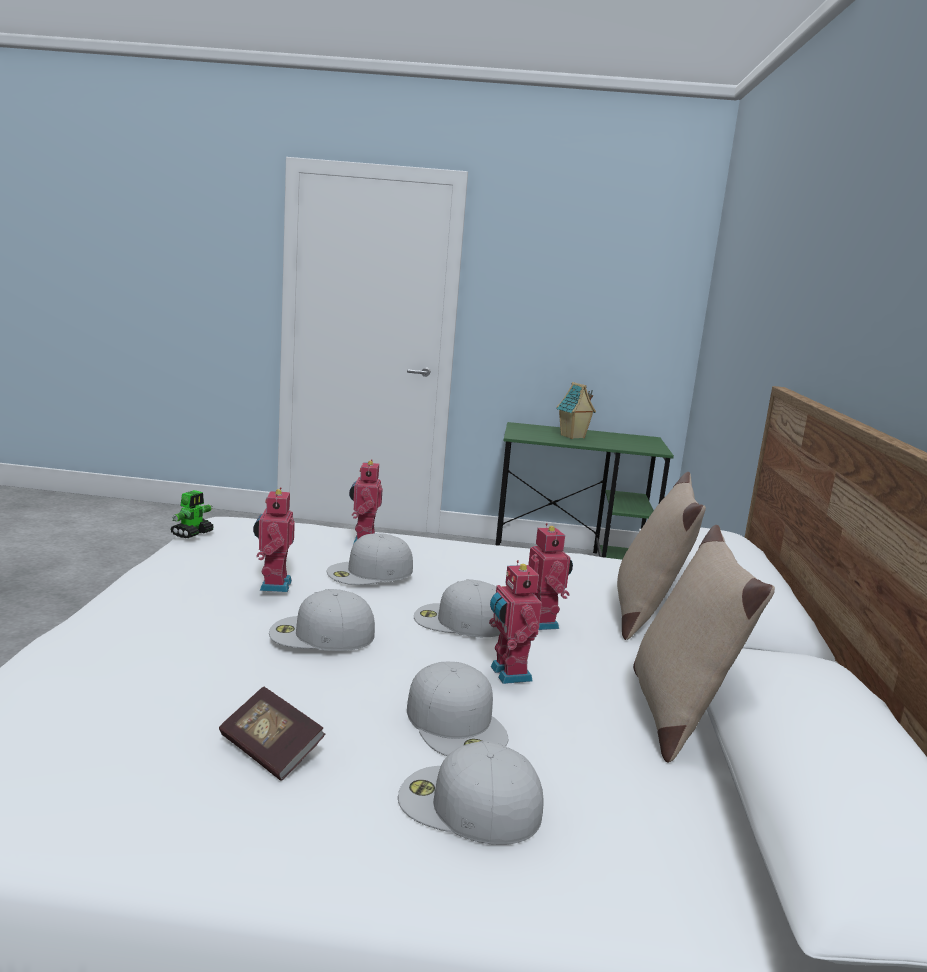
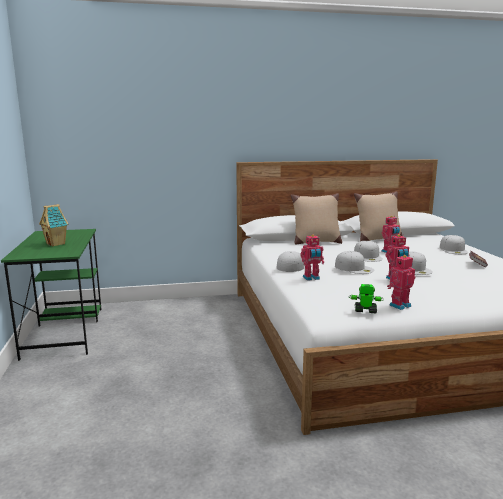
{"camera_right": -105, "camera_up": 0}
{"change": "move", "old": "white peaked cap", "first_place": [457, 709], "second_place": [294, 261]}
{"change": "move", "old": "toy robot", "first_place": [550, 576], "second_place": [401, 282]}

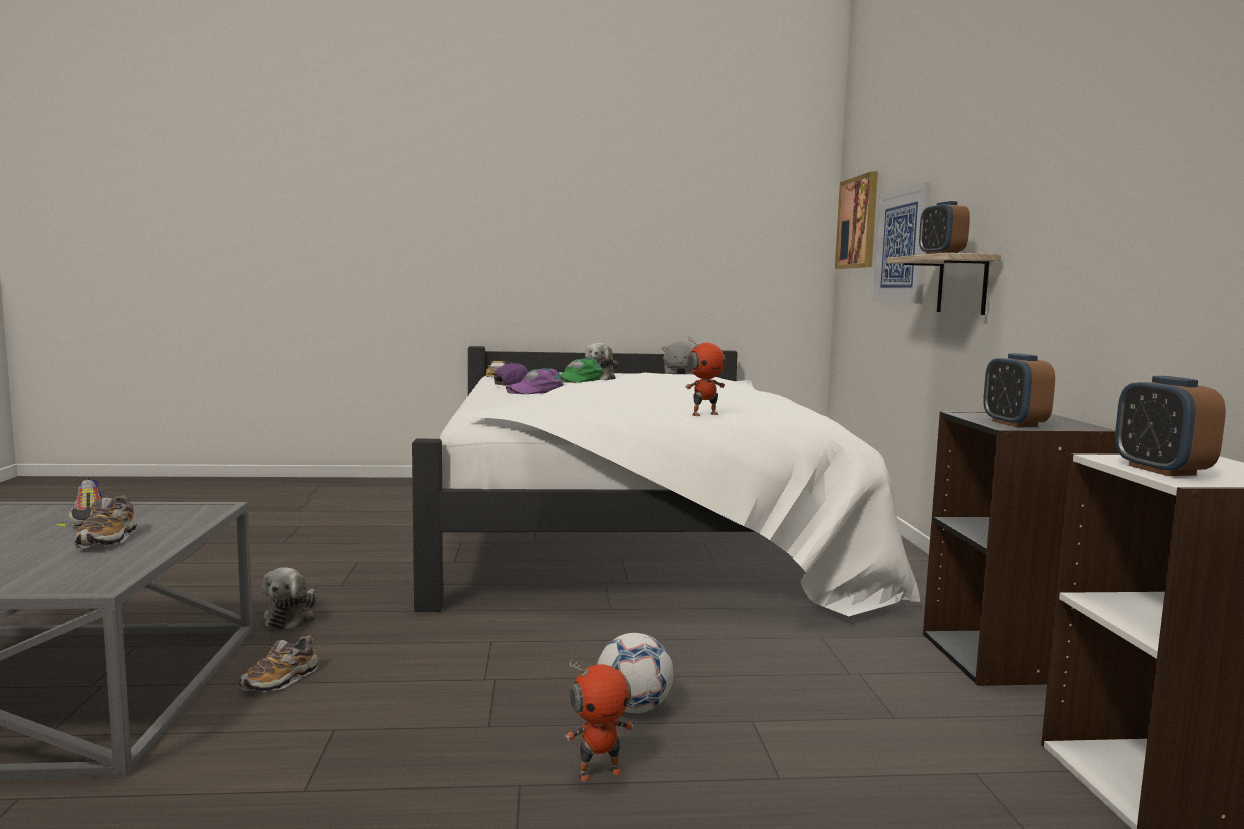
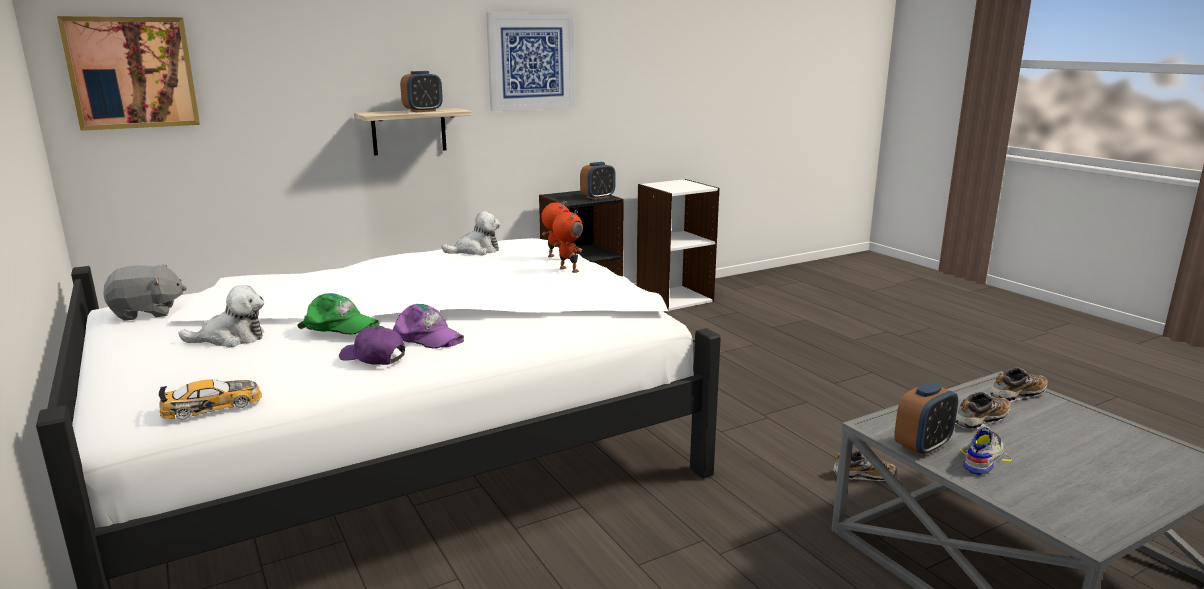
{"camera_right": -115, "camera_up": 10}
{"change": "move", "old": "plush toy", "first_place": [289, 598], "second_place": [471, 233]}
{"change": "move", "old": "wall picture", "first_place": [902, 243], "second_place": [530, 62]}
{"change": "move", "old": "toy robot", "first_place": [599, 720], "second_place": [568, 241]}
{"change": "move", "old": "table clock", "first_place": [1170, 426], "second_place": [926, 419]}
{"change": "insert", "new": "low shoe", "second_place": [1019, 385]}
{"change": "delete", "old": "football ball", "first_place": [635, 673]}

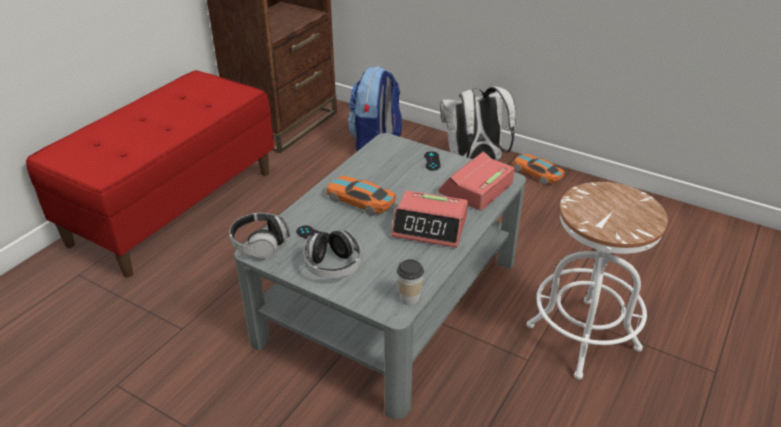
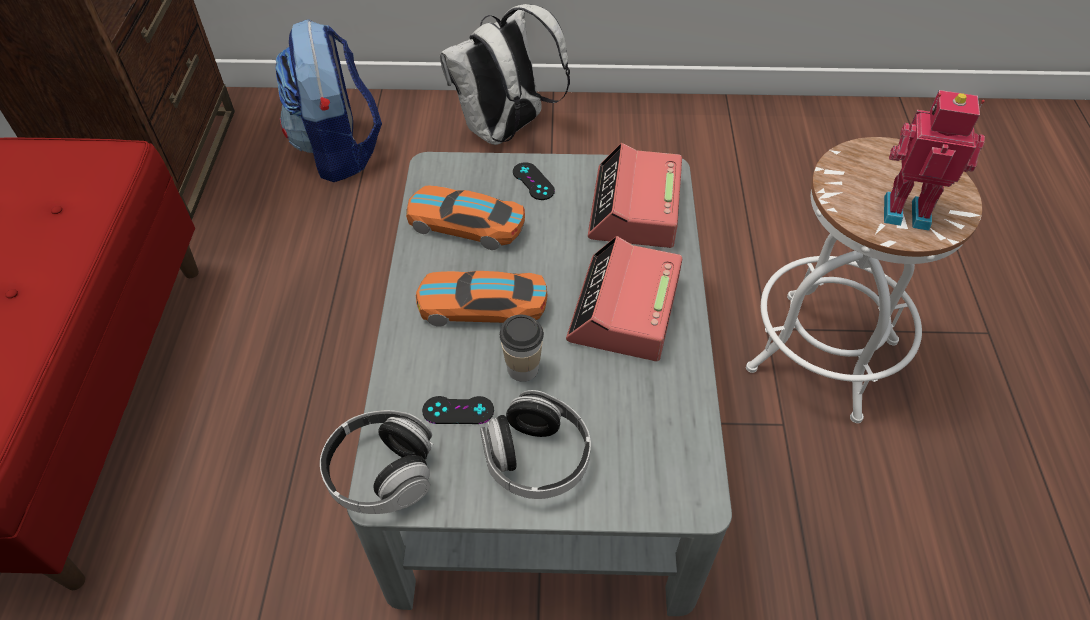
{"camera_right": -30, "camera_up": 15}
{"change": "move", "old": "toy car", "first_place": [539, 169], "second_place": [465, 218]}
{"change": "move", "old": "cup", "first_place": [410, 282], "second_place": [522, 348]}
{"change": "rotate", "old": "table clock", "first_place": [429, 219], "second_place": [624, 298], "degrees": 120}
{"change": "insert", "new": "toy robot", "second_place": [934, 160]}

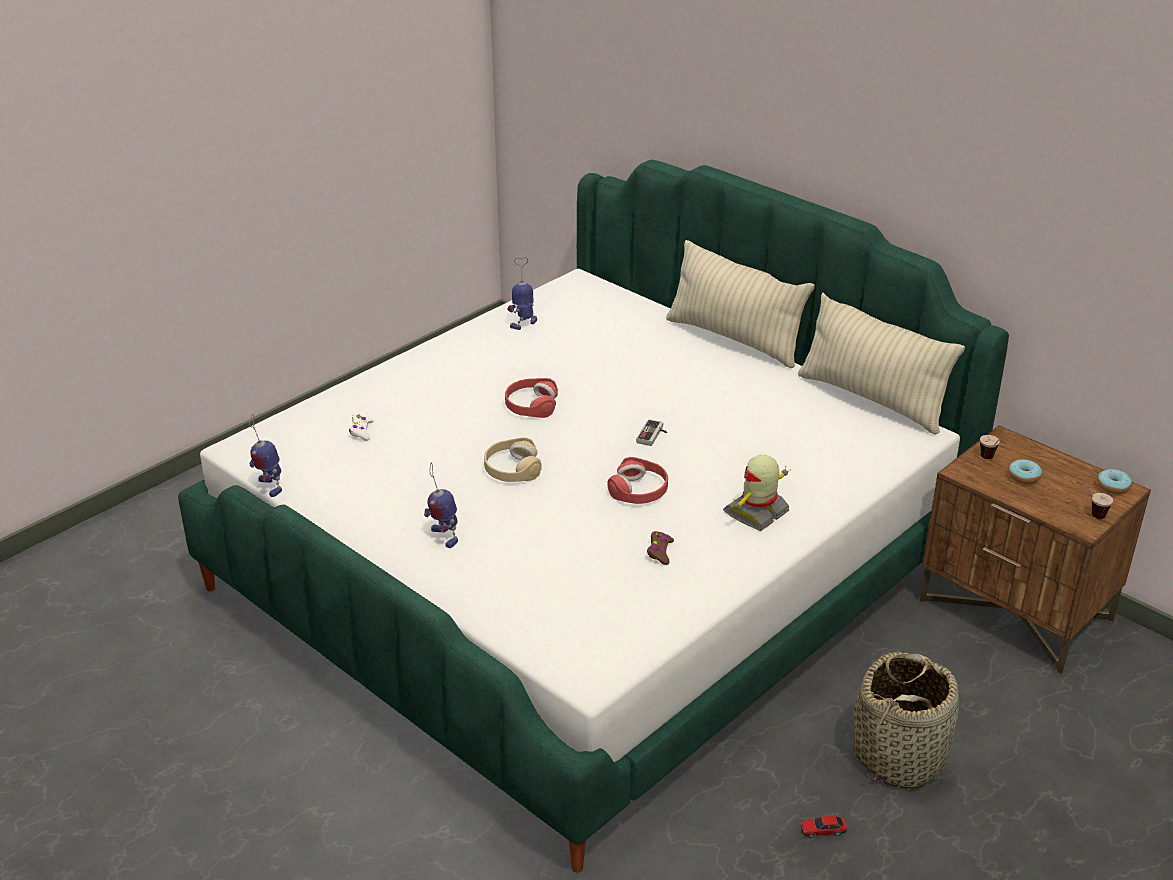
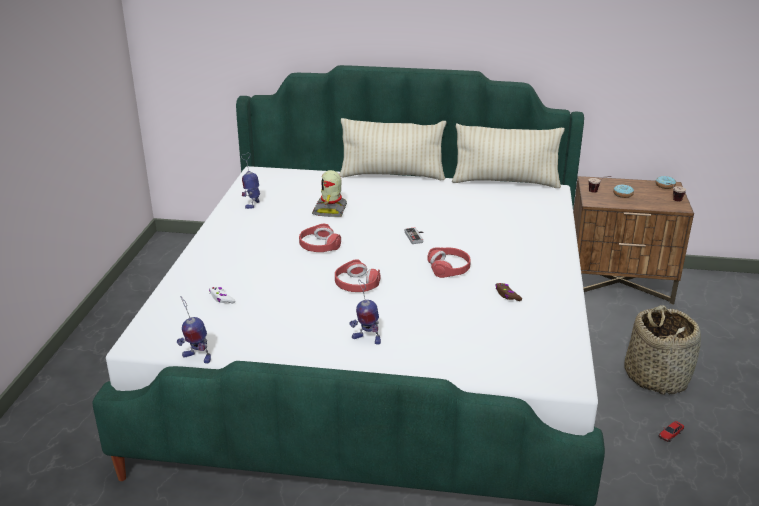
{"camera_right": -35, "camera_up": -5}
{"change": "move", "old": "toy robot", "first_place": [757, 493], "second_place": [329, 193]}
{"change": "recolor", "old": "beige-coloured headphones", "new": "red-coloured headphones", "first_place": [513, 460], "second_place": [358, 276]}

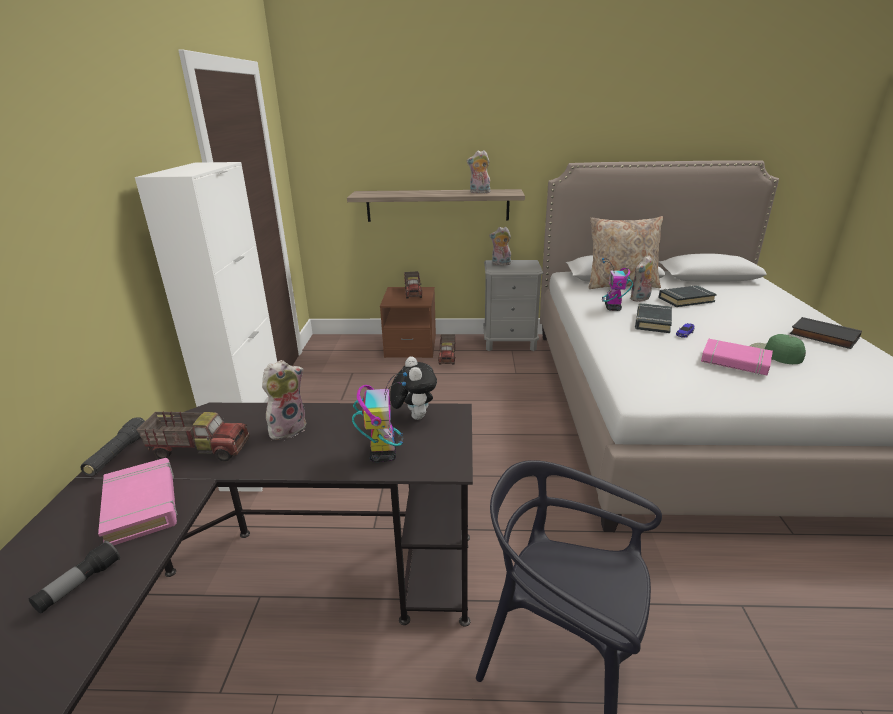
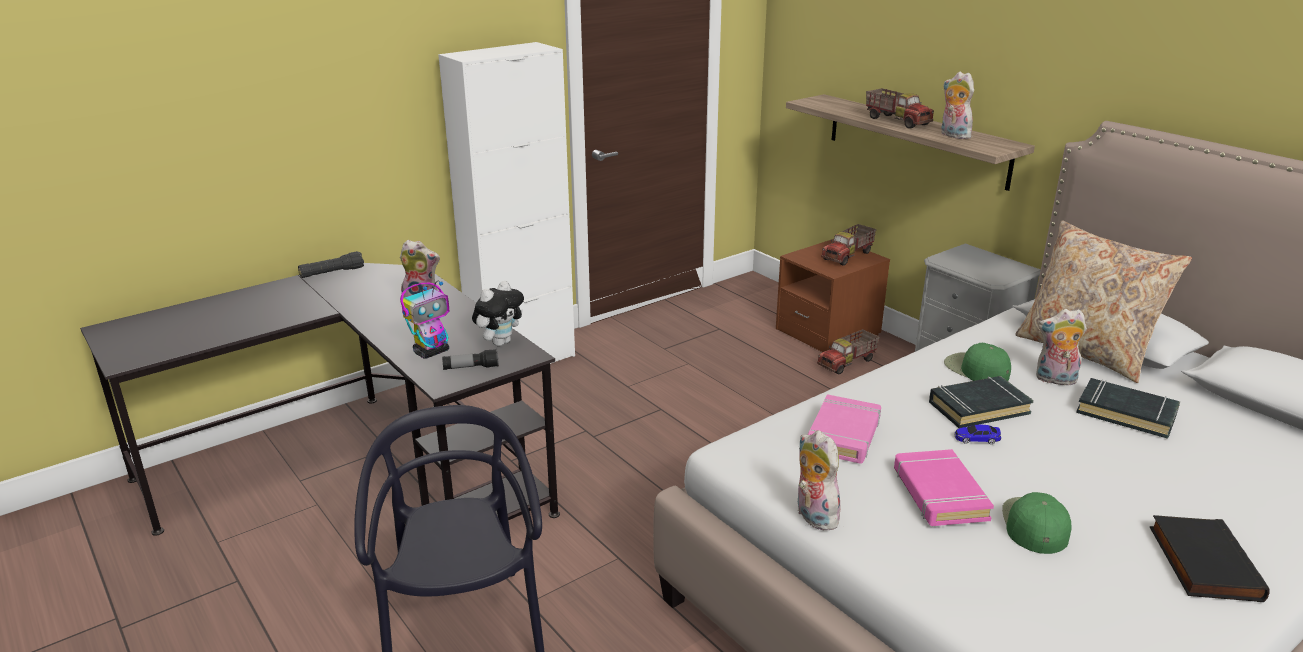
{"camera_right": 50, "camera_up": 0}
{"change": "move", "old": "hand torch", "first_place": [74, 577], "second_place": [470, 359]}
{"change": "move", "old": "plush toy", "first_place": [500, 246], "second_place": [819, 480]}
{"change": "move", "old": "pinkish bound book", "first_place": [138, 502], "second_place": [844, 429]}
{"change": "move", "old": "model truck", "first_place": [193, 437], "second_place": [900, 108]}
{"change": "replace", "old": "toy robot", "new": "green peaked cap", "first_place": [617, 284], "second_place": [977, 362]}

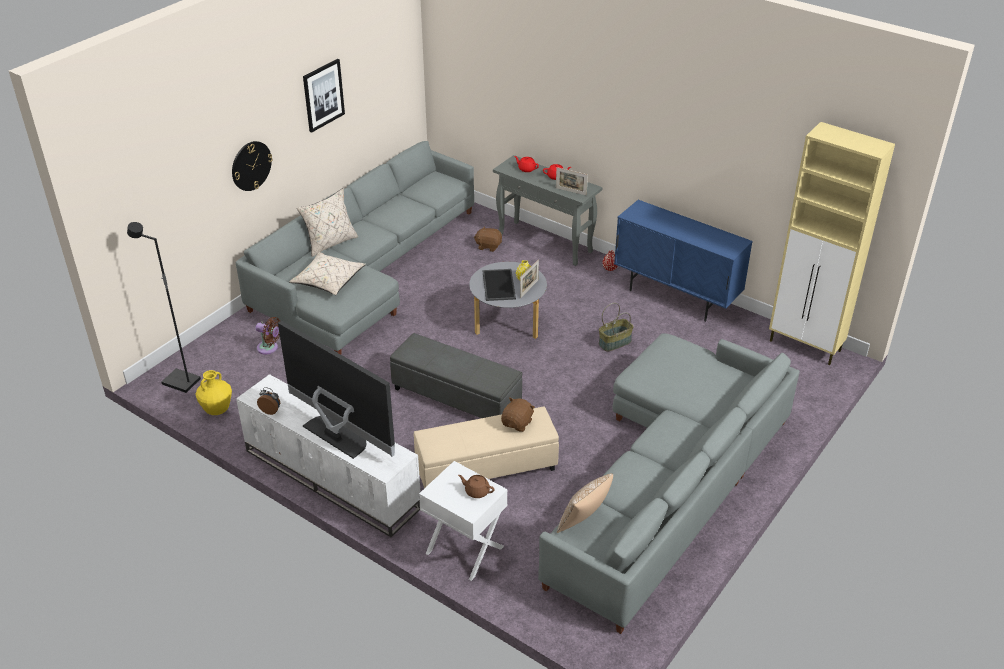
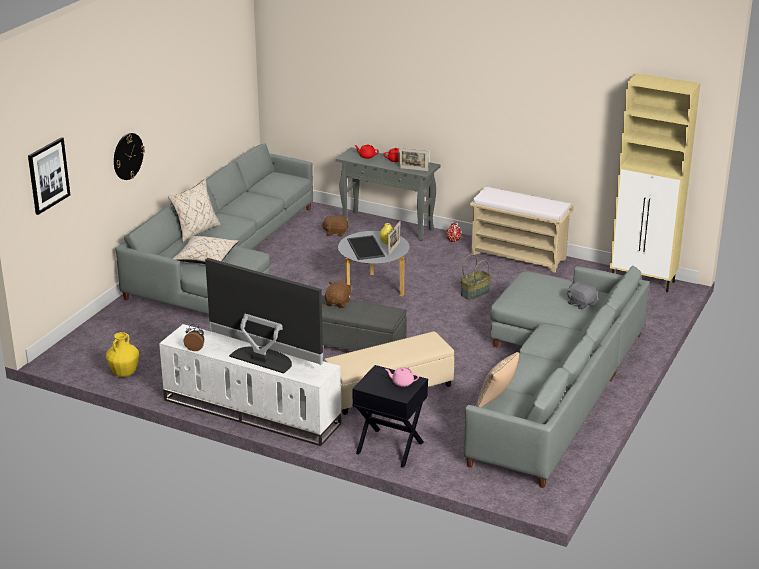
{"camera_right": -10, "camera_up": -10}
{"change": "move", "old": "wall picture", "first_place": [324, 96], "second_place": [49, 176]}
{"change": "move", "old": "brownish plush toy", "first_place": [518, 415], "second_place": [338, 294]}
{"change": "recolor", "old": "white night table", "new": "black-coloured night table", "first_place": [463, 521], "second_place": [390, 416]}
{"change": "recolor", "old": "brownish pot for tea", "new": "pinkish pot for tea", "first_place": [476, 486], "second_place": [402, 377]}
{"change": "replace", "old": "blue-coloured storage cabinet", "new": "beige-coloured indoor bench", "first_place": [683, 261], "second_place": [522, 230]}
{"change": "insert", "new": "grey plush toy", "second_place": [582, 295]}
{"change": "delete", "old": "black-coloured standing lamp", "first_place": [164, 307]}
{"change": "delete", "old": "brownish electric fan", "first_place": [267, 335]}

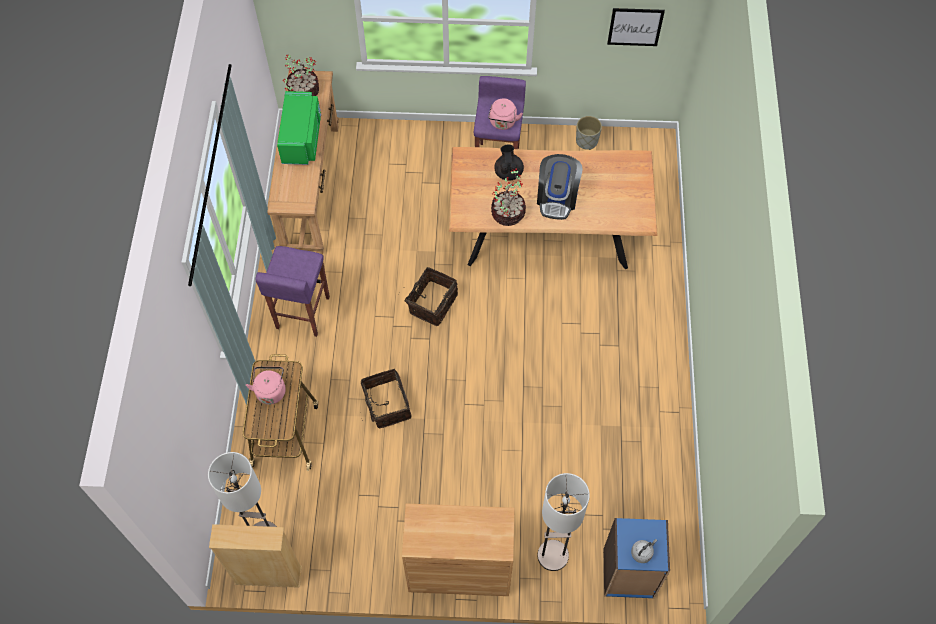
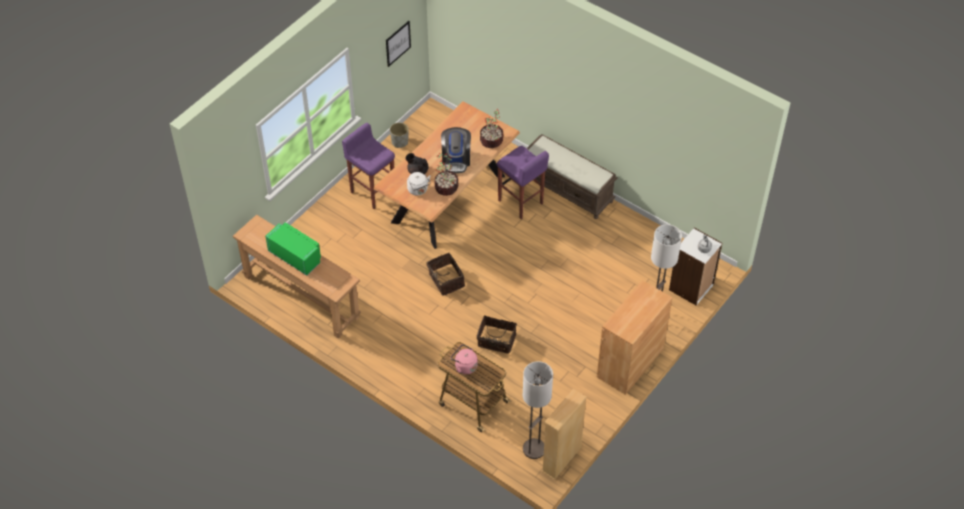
{"camera_right": -55, "camera_up": -10}
{"change": "insert", "new": "white tea kettle", "second_place": [419, 184]}
{"change": "rotate", "old": "coffee brewer", "first_place": [560, 187], "second_place": [456, 150], "degrees": 45}
{"change": "move", "old": "plant in a pot", "first_place": [301, 75], "second_place": [491, 128]}
{"change": "move", "old": "purple-coloured stool", "first_place": [292, 291], "second_place": [523, 182]}
{"change": "insert", "new": "brownish indoor bench", "second_place": [572, 176]}
{"change": "recolor", "old": "blue-coloured shelving unit", "new": "white shelving unit", "first_place": [636, 558], "second_place": [695, 267]}
{"change": "delete", "old": "pinkish tea kettle", "first_place": [505, 114]}

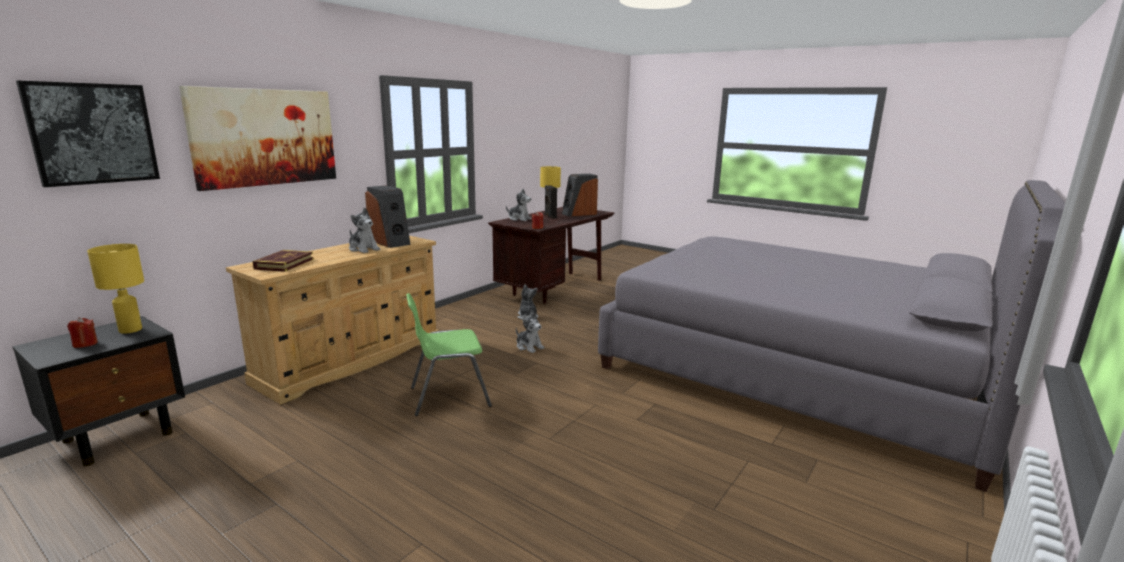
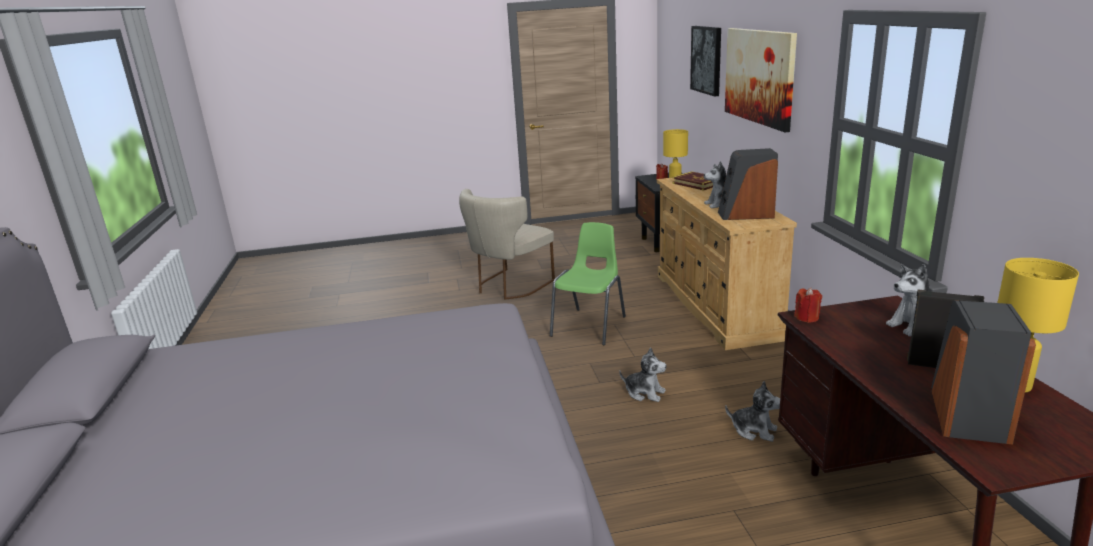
{"camera_right": 135, "camera_up": 5}
{"change": "insert", "new": "beige-coloured chair", "second_place": [507, 244]}
{"change": "rotate", "old": "plush toy", "first_place": [530, 332], "second_place": [643, 374], "degrees": -150}

